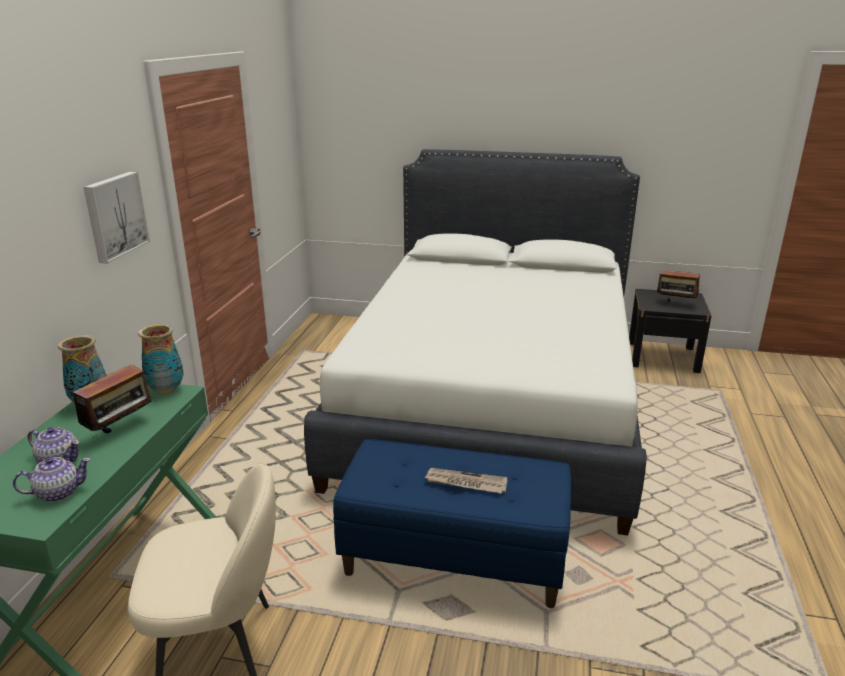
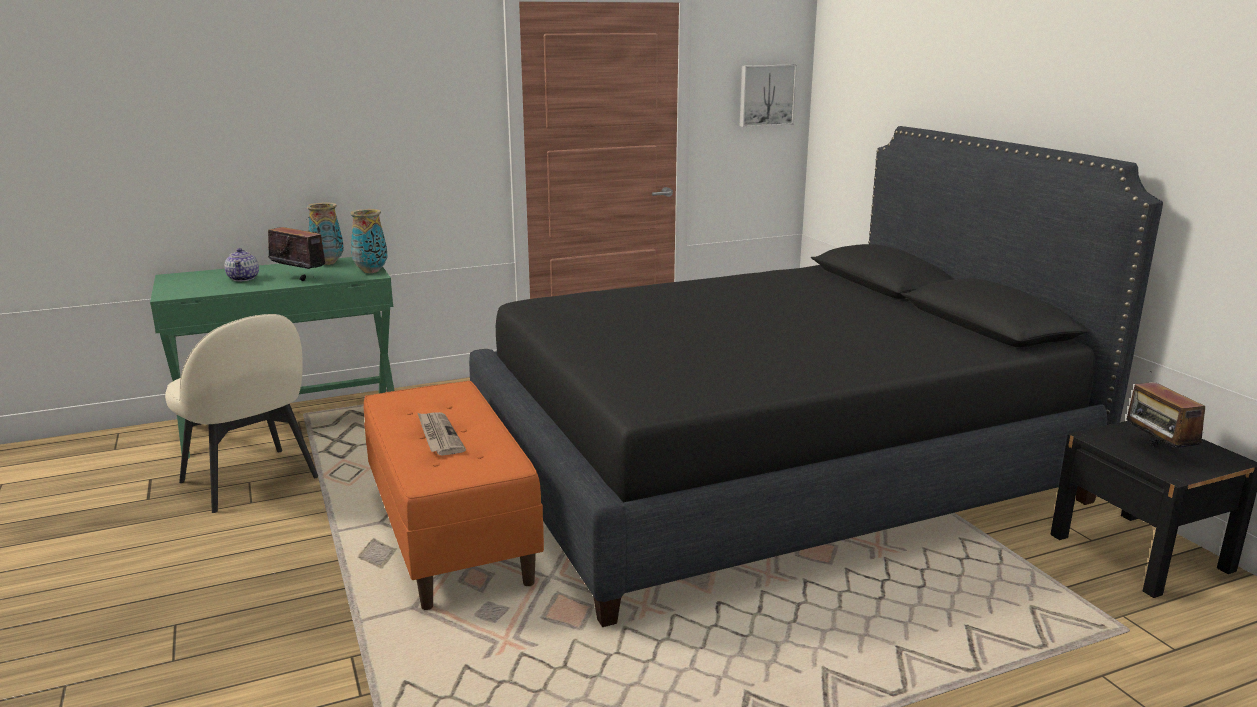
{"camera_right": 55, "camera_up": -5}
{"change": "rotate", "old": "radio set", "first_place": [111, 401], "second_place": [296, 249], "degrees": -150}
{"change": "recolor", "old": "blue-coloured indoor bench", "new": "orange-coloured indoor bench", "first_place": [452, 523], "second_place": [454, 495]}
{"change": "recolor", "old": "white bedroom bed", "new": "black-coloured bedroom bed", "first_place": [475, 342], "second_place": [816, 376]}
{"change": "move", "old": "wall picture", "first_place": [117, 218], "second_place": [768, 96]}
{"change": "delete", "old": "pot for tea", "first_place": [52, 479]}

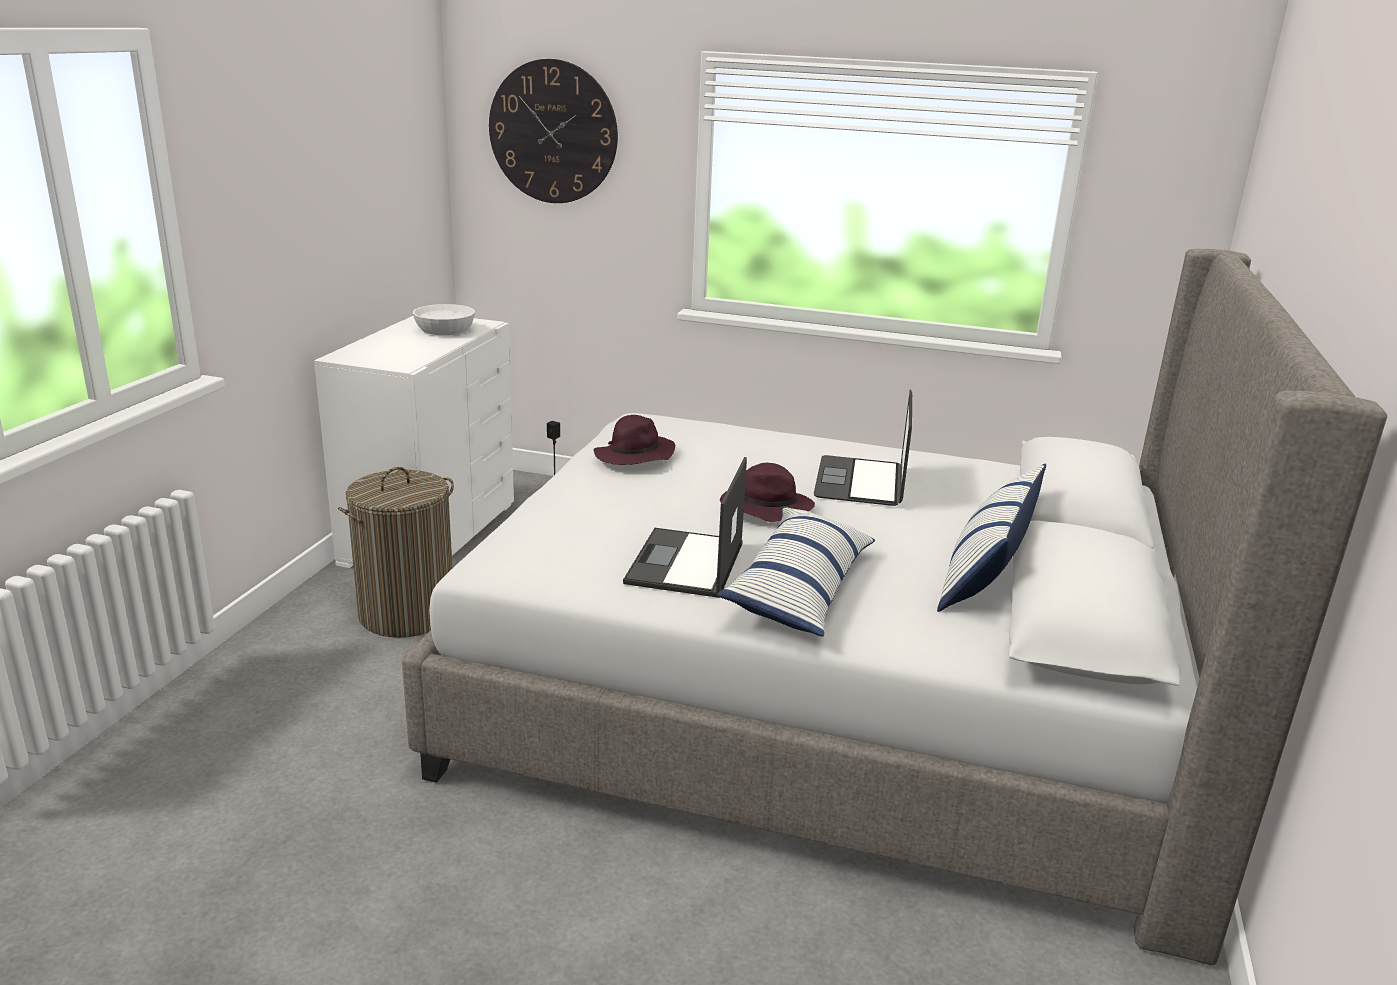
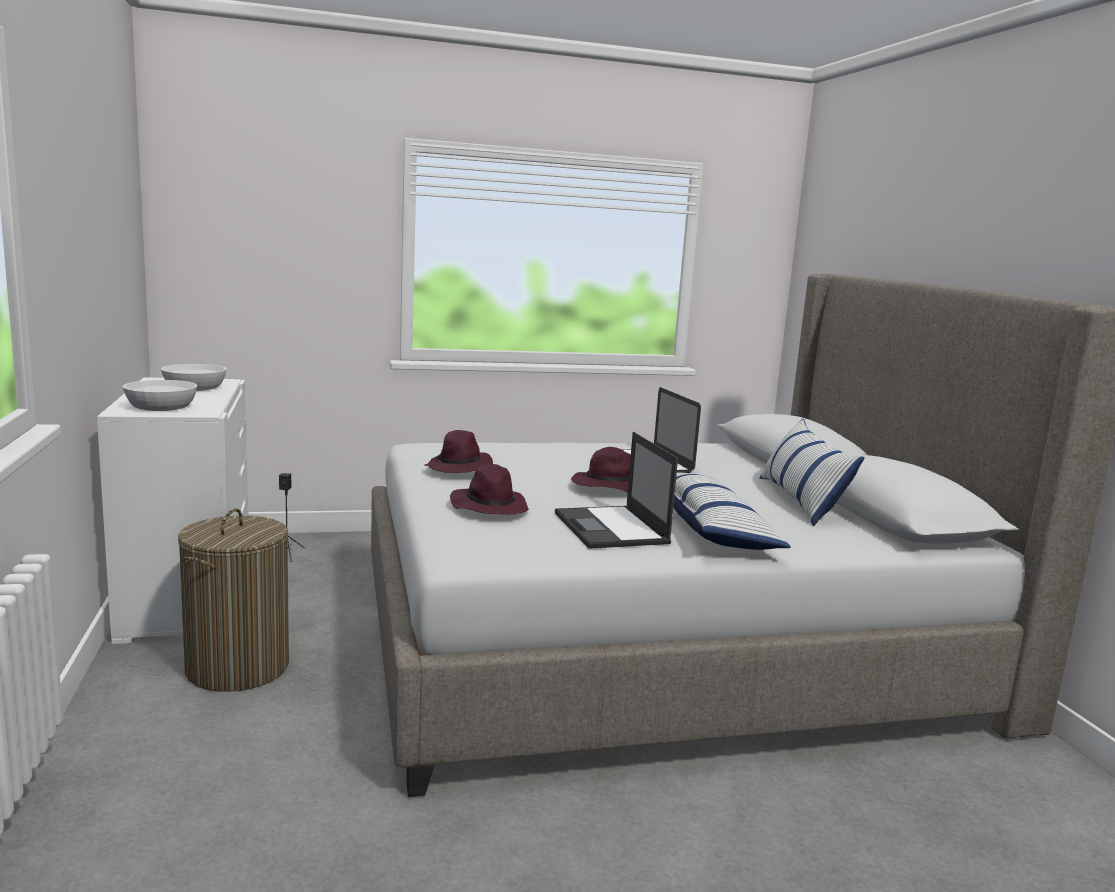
{"camera_right": -30, "camera_up": -10}
{"change": "insert", "new": "white bowl", "second_place": [160, 395]}
{"change": "insert", "new": "purple-coloured wearable hat", "second_place": [489, 489]}
{"change": "delete", "old": "wall clock", "first_place": [553, 131]}

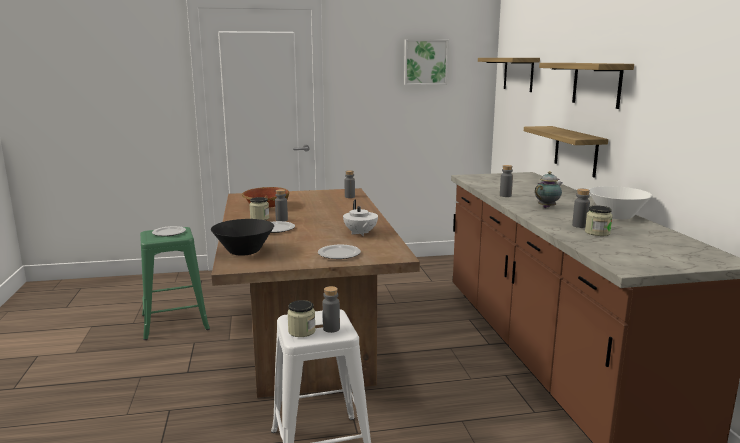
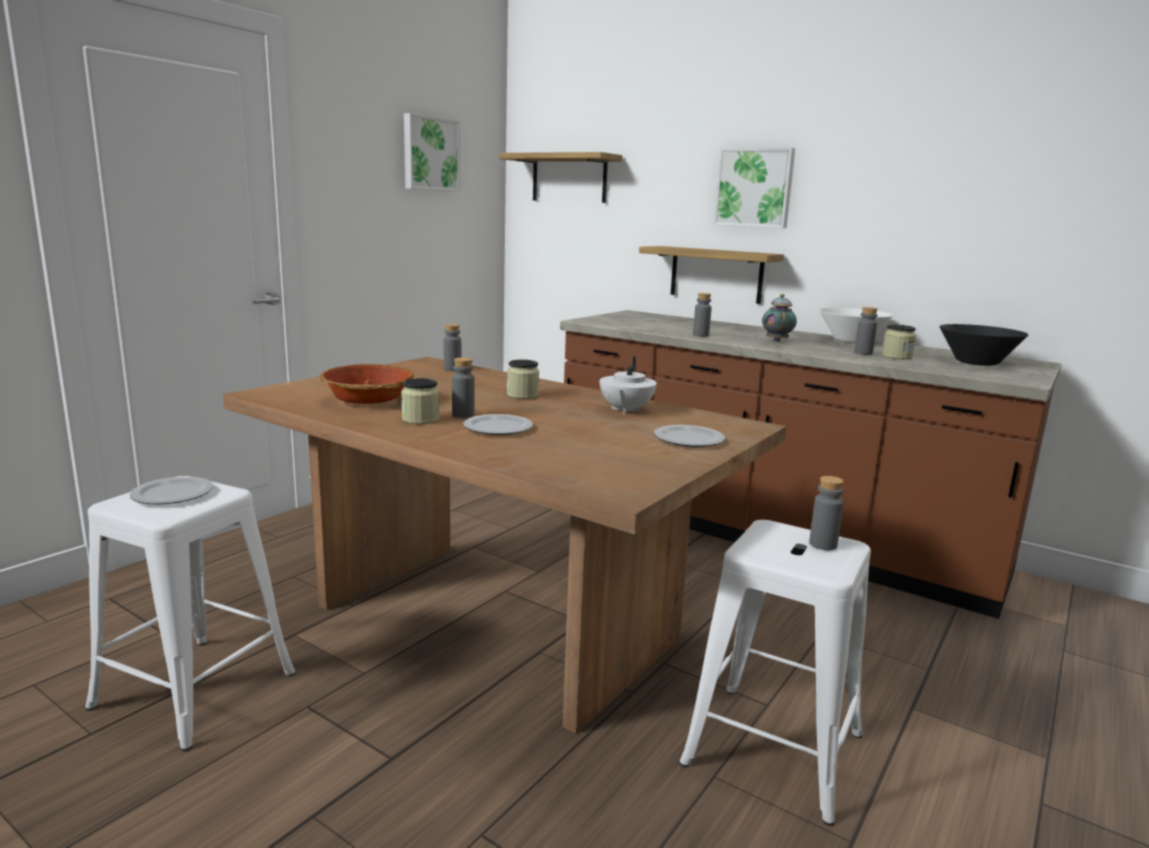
{"camera_right": -45, "camera_up": 0}
{"change": "recolor", "old": "green stool", "new": "white stool", "first_place": [175, 283], "second_place": [190, 614]}
{"change": "move", "old": "jar", "first_place": [301, 318], "second_place": [523, 379]}
{"change": "rotate", "old": "white pot for tea", "first_place": [360, 217], "second_place": [628, 385], "degrees": 75}
{"change": "replace", "old": "bracket shelf", "new": "wall picture", "first_place": [586, 86], "second_place": [754, 188]}
{"change": "move", "old": "black-coloured bowl", "first_place": [242, 237], "second_place": [984, 345]}

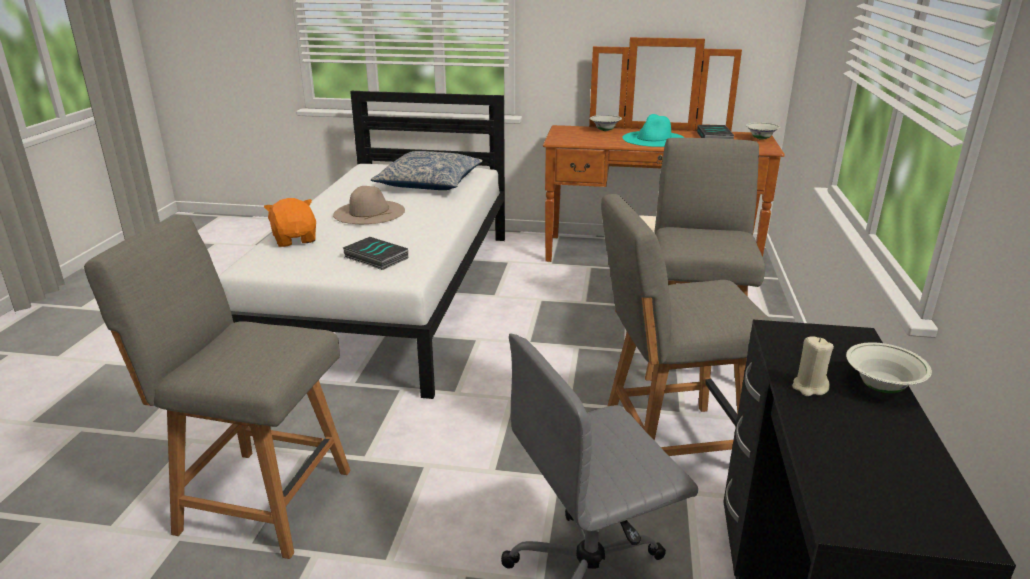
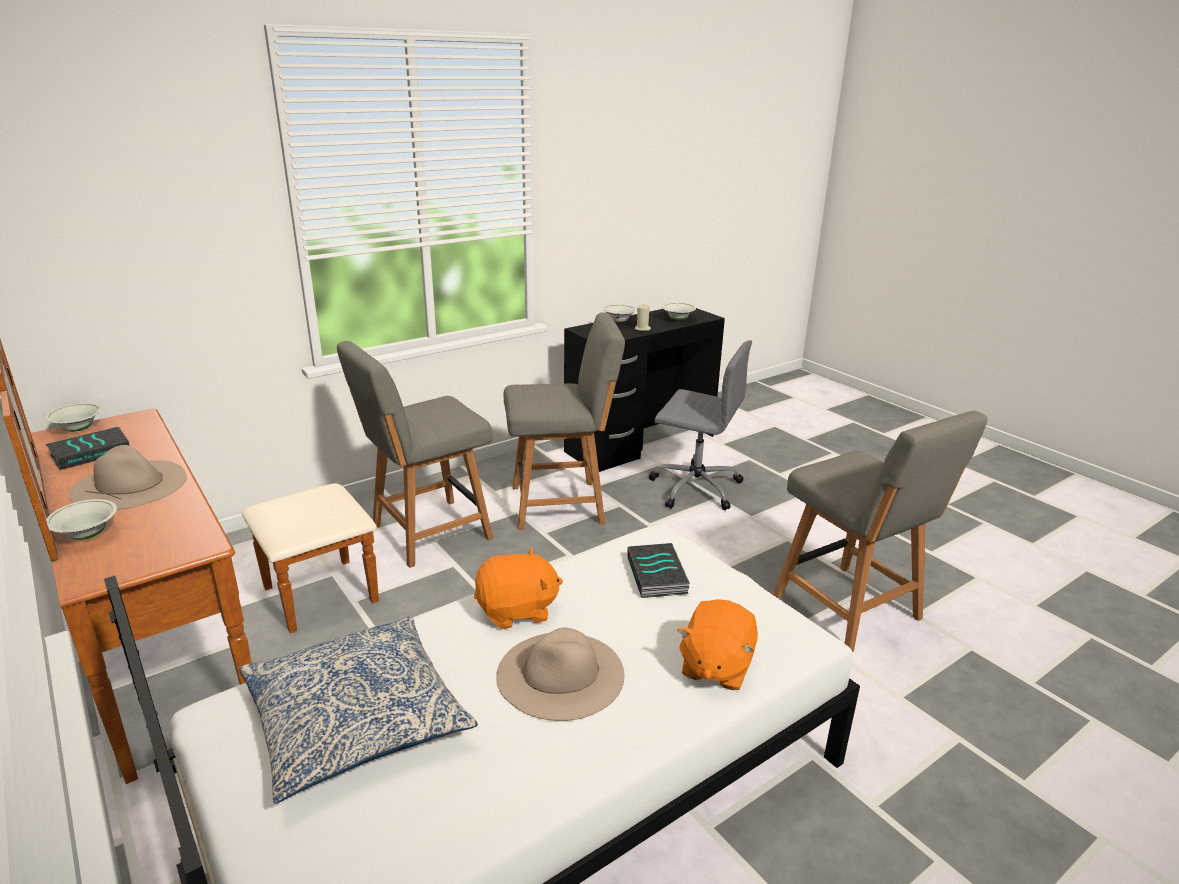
{"camera_right": -135, "camera_up": 0}
{"change": "recolor", "old": "turquoise-coloured wearable hat", "new": "beige-coloured wearable hat", "first_place": [653, 130], "second_place": [128, 477]}
{"change": "insert", "new": "orange-coloured plush toy", "second_place": [518, 588]}
{"change": "rotate", "old": "grey chair", "first_place": [686, 325], "second_place": [564, 421], "degrees": -45}
{"change": "insert", "new": "white bowl", "second_place": [679, 312]}

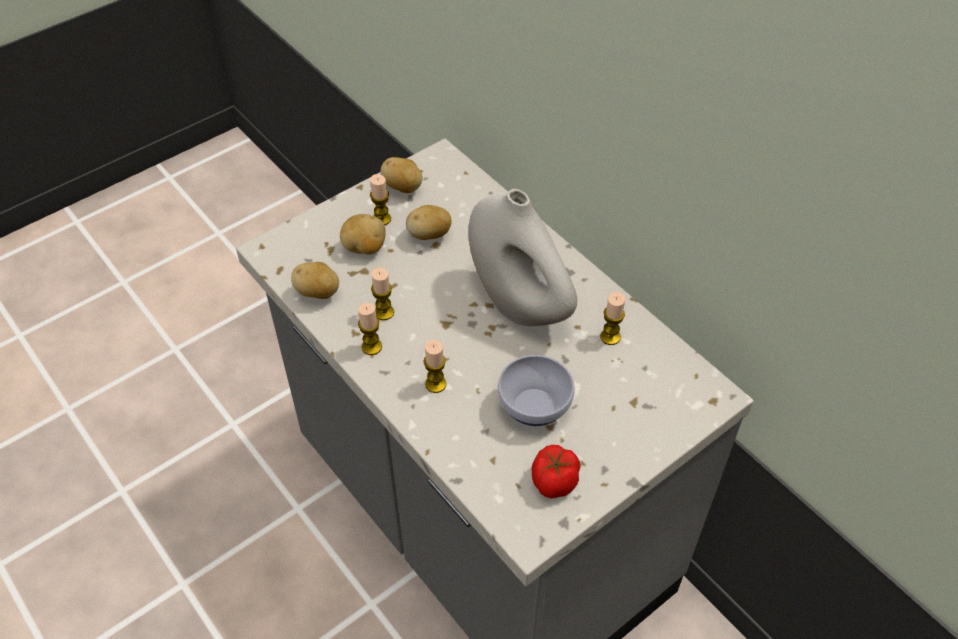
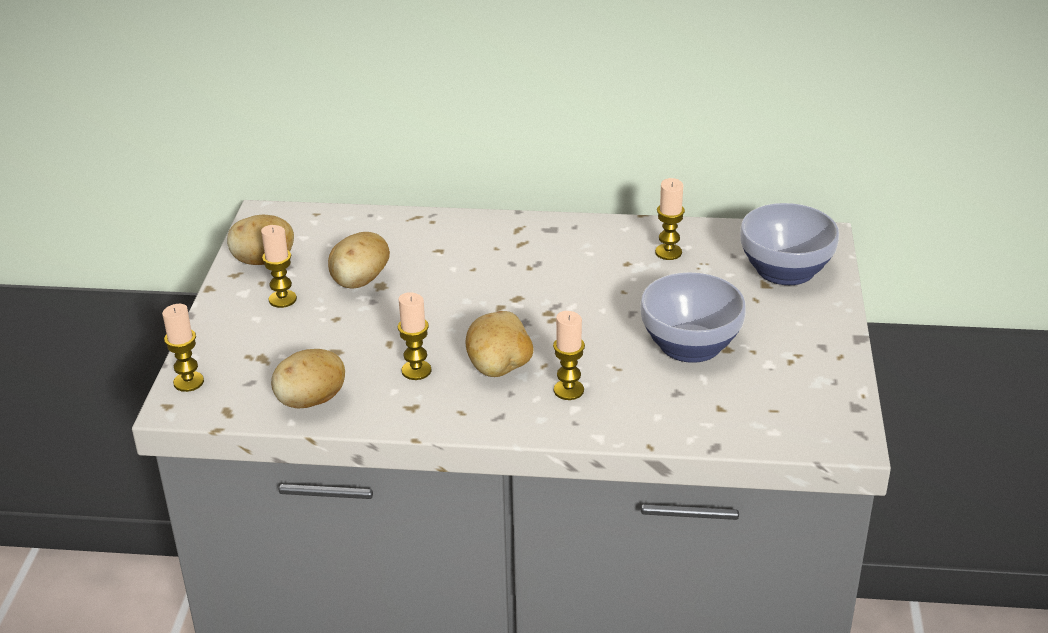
{"camera_right": -45, "camera_up": -15}
{"change": "move", "old": "candle", "first_place": [370, 329], "second_place": [183, 348]}
{"change": "move", "old": "spud", "first_place": [363, 234], "second_place": [499, 344]}
{"change": "insert", "new": "bowl", "second_place": [789, 244]}
{"change": "delete", "old": "white vase", "first_place": [522, 257]}
{"change": "delete", "old": "whole tomato", "first_place": [556, 472]}

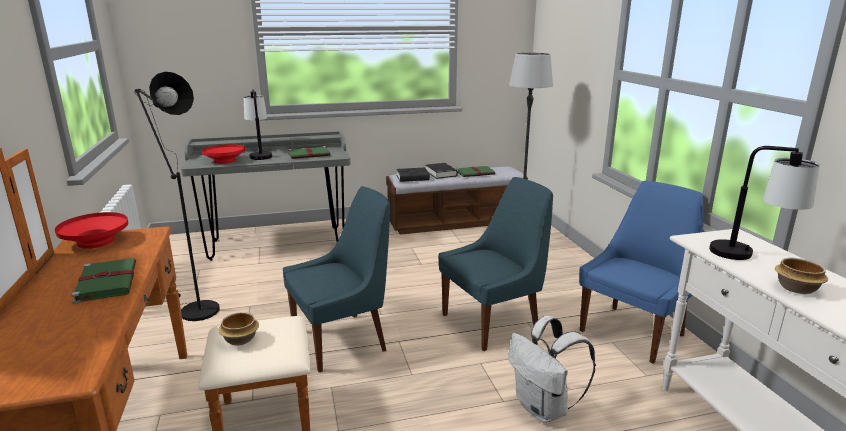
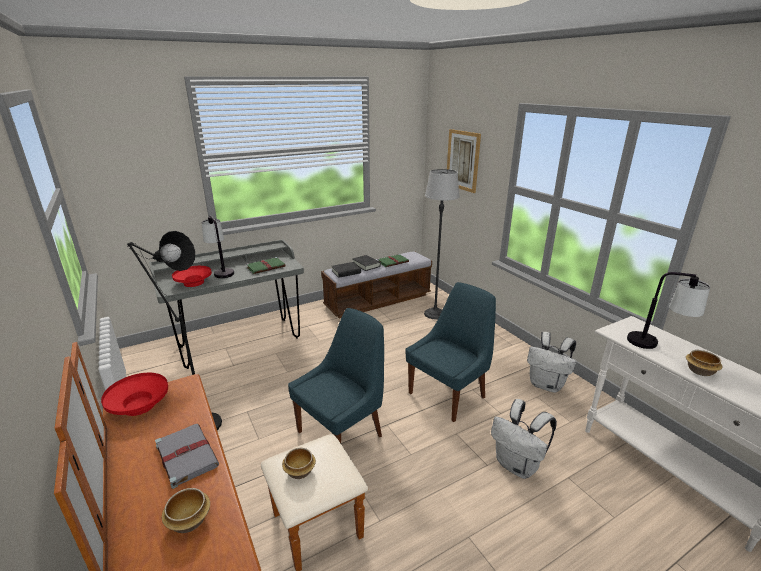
{"camera_right": -15, "camera_up": 5}
{"change": "recolor", "old": "green bound book", "new": "grey bound book", "first_place": [103, 281], "second_place": [187, 456]}
{"change": "insert", "new": "bowl", "second_place": [186, 510]}
{"change": "insert", "new": "wall picture", "second_place": [464, 161]}
{"change": "replace", "old": "blue-coloured chair", "new": "white backpack", "first_place": [641, 272], "second_place": [551, 362]}

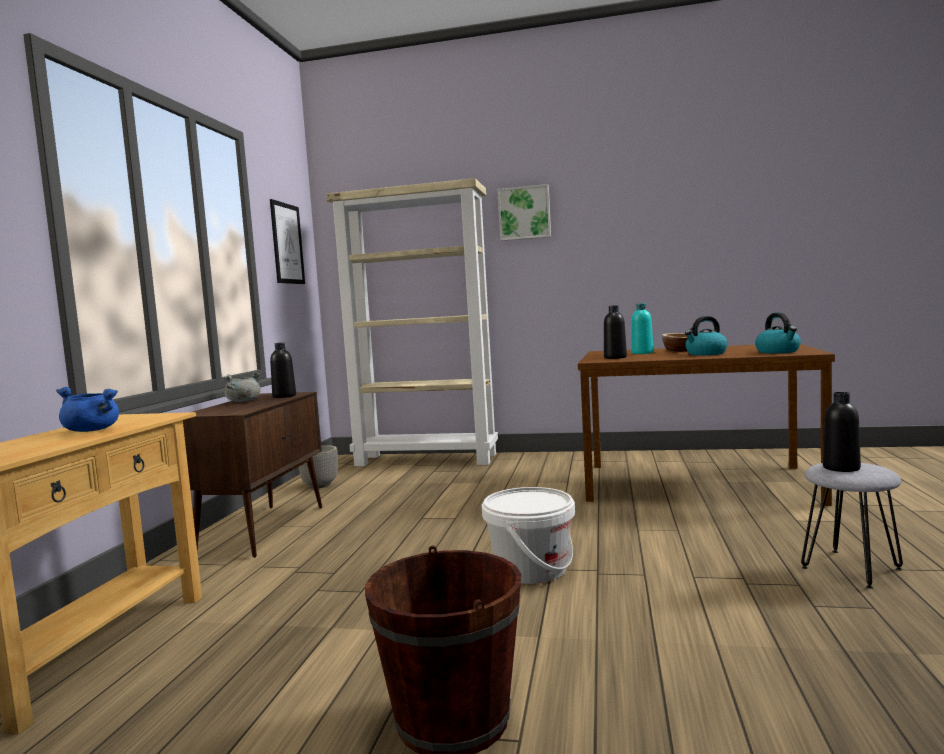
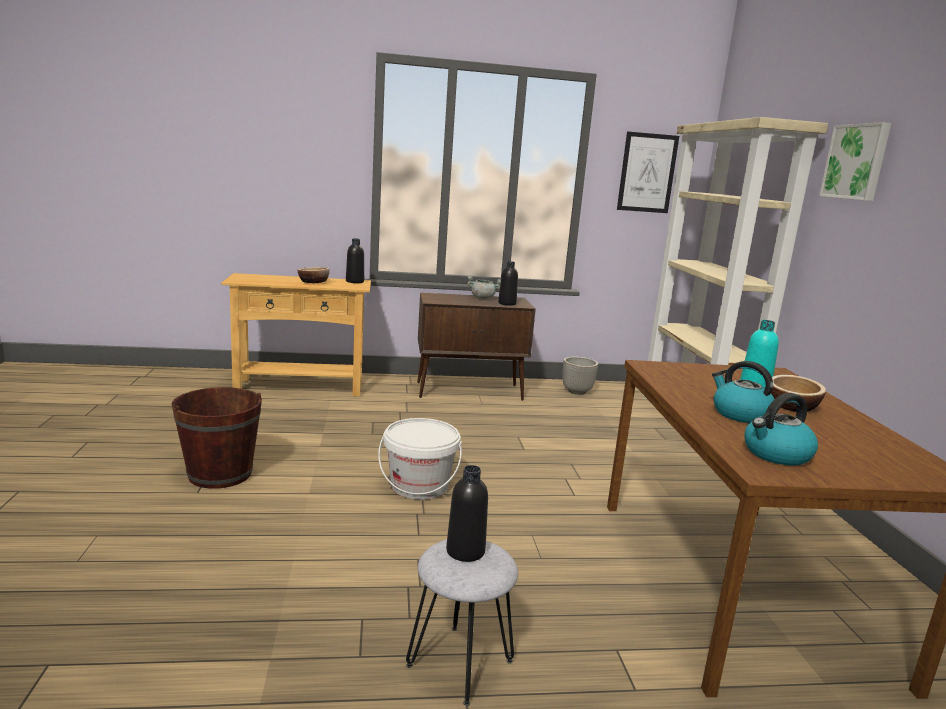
{"camera_right": 70, "camera_up": 10}
{"change": "replace", "old": "blue-coloured saucepot", "new": "bowl", "first_place": [87, 409], "second_place": [314, 275]}
{"change": "move", "old": "black-coloured beverage bottle", "first_place": [615, 332], "second_place": [355, 261]}

